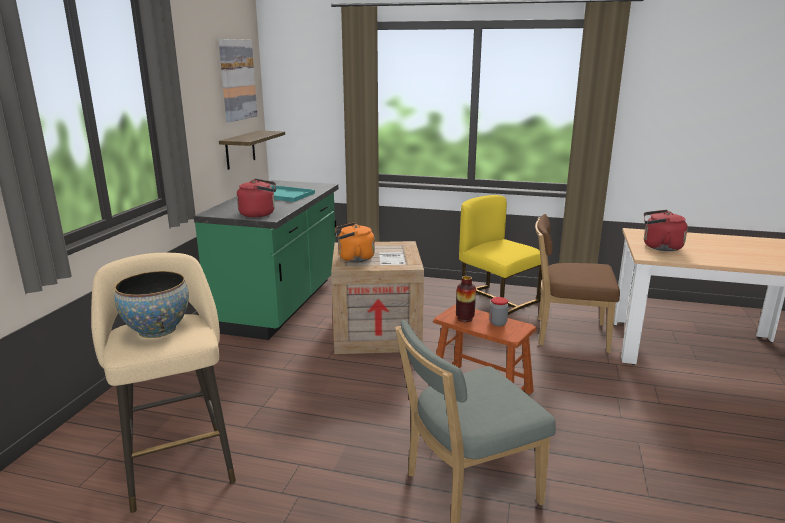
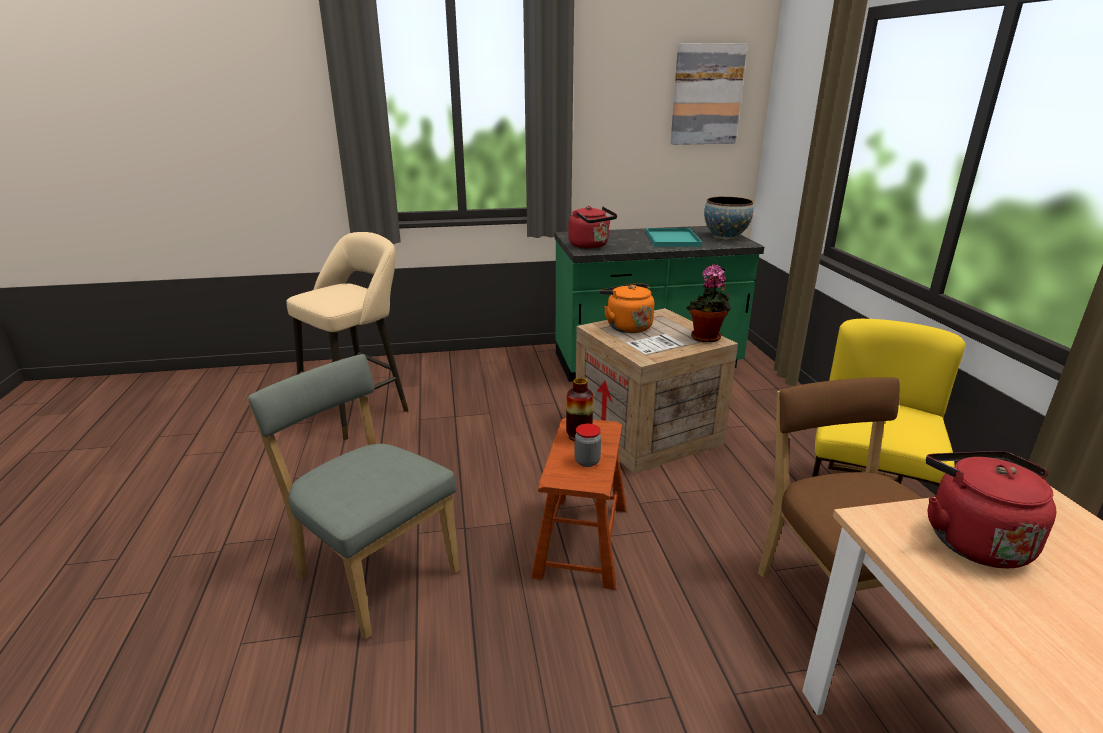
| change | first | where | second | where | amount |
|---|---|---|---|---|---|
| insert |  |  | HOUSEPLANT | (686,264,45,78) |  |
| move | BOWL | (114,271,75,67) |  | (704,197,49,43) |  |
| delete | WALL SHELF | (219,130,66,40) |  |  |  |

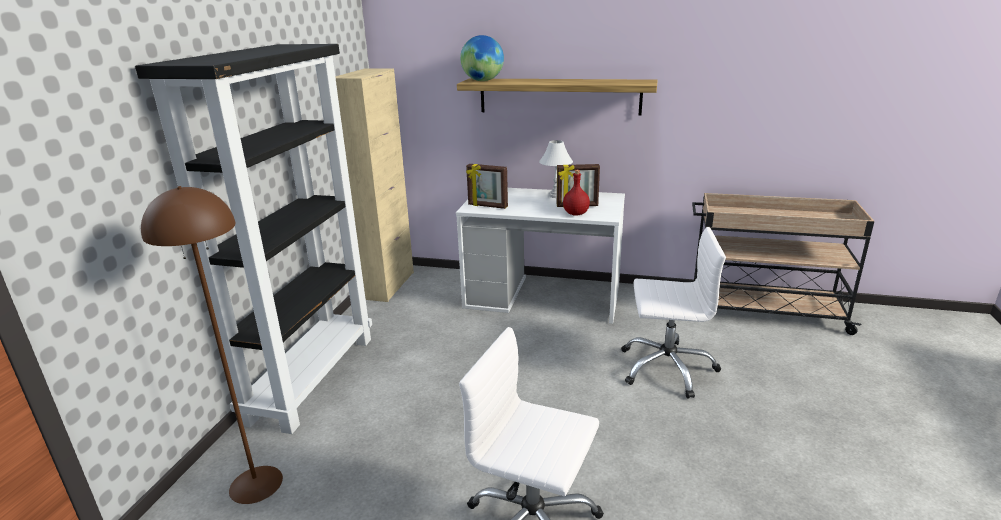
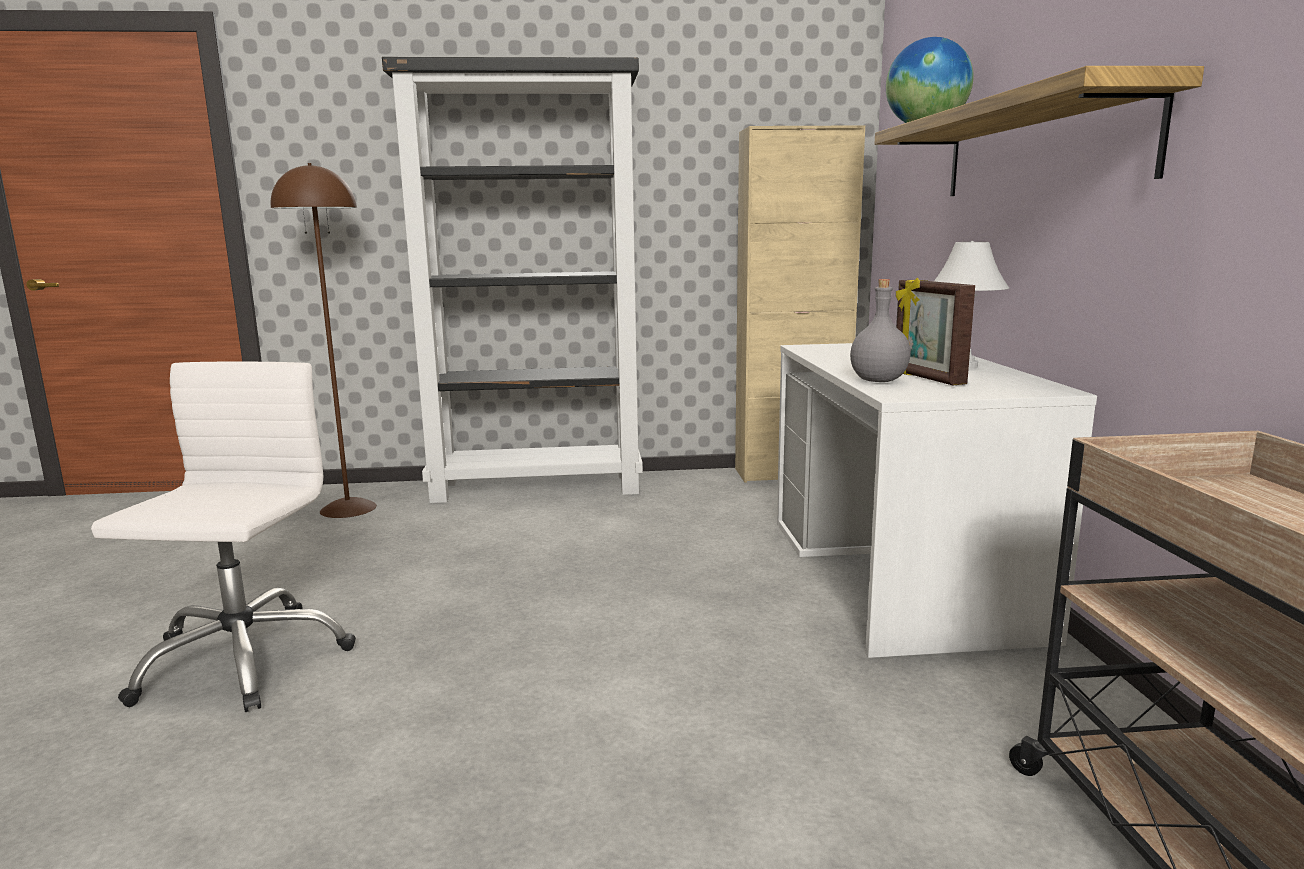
| change | first | where | second | where | amount |
|---|---|---|---|---|---|
| recolor | RED DRINK BOTTLE | (563,170,27,46) | GREYISH DRINK BOTTLE | (850,279,61,103) |  |
| delete | PICTURE FRAME | (466,164,42,45) |  |  |  |
| delete | WHITISH DESK CHAIR | (621,227,105,172) |  |  |  |

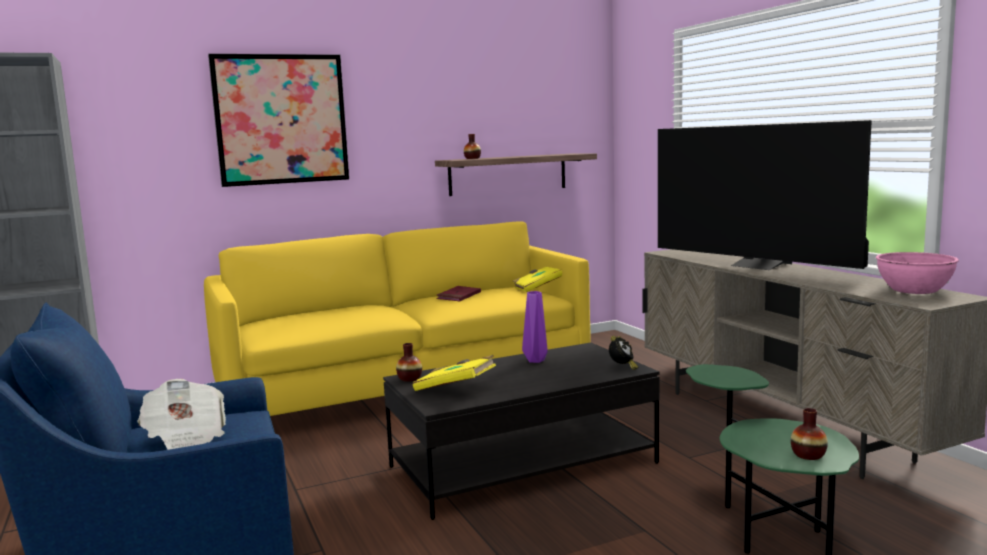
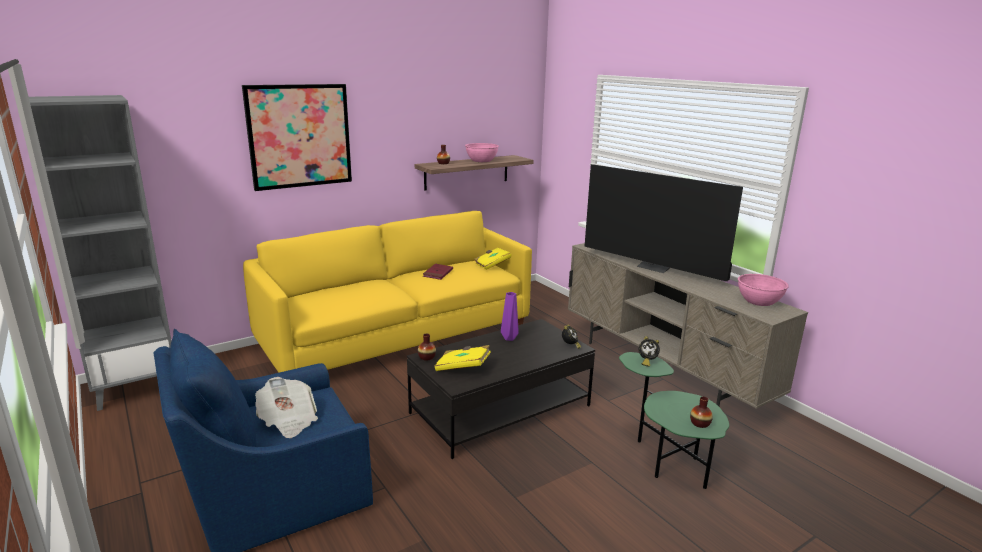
| change | first | where | second | where | amount |
|---|---|---|---|---|---|
| insert |  |  | PINK BOWL | (465,143,34,19) |  |
| insert |  |  | BEDSIDE CLOCK | (639,336,21,31) |  |

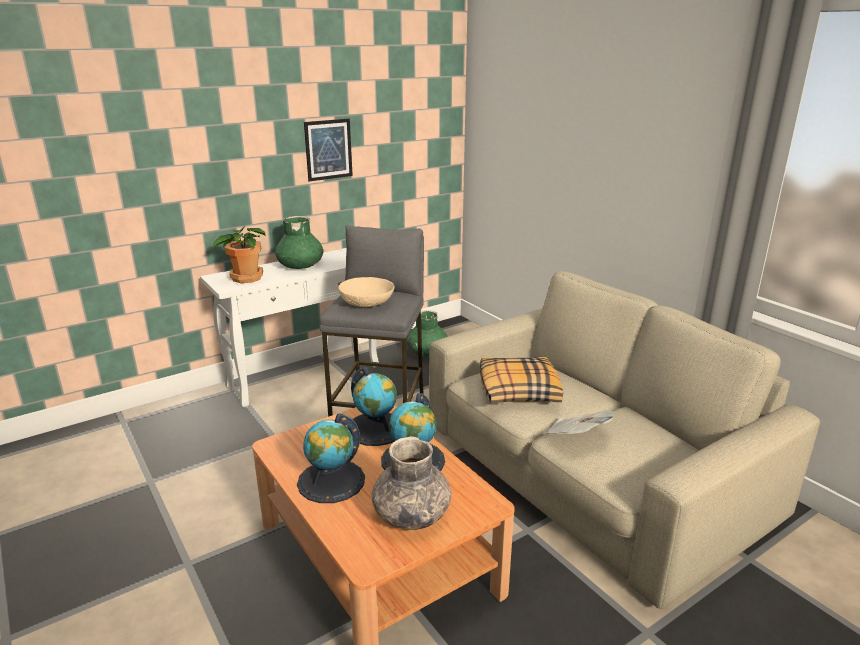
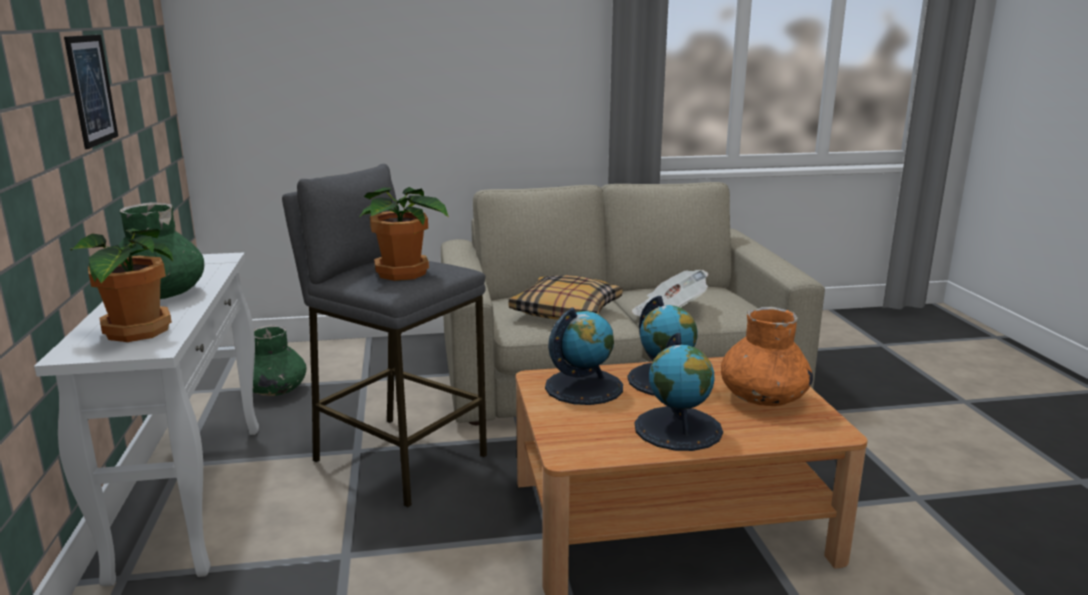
| change | first | where | second | where | amount |
|---|---|---|---|---|---|
| replace | SAND-COLOURED BOWL | (338,277,57,30) | HOUSEPLANT | (359,187,90,94) |  |
| recolor | GREYISH VASE | (371,436,80,94) | ORANGE-COLOURED VASE | (721,307,92,99) |  |

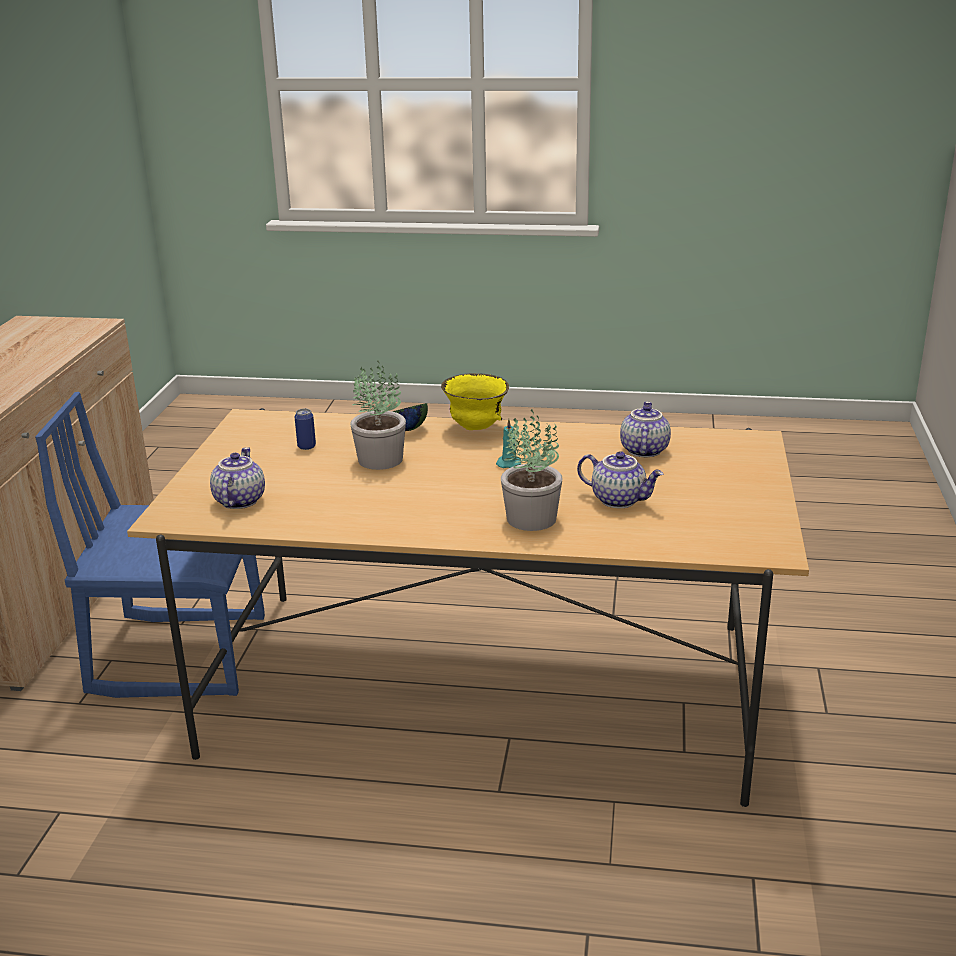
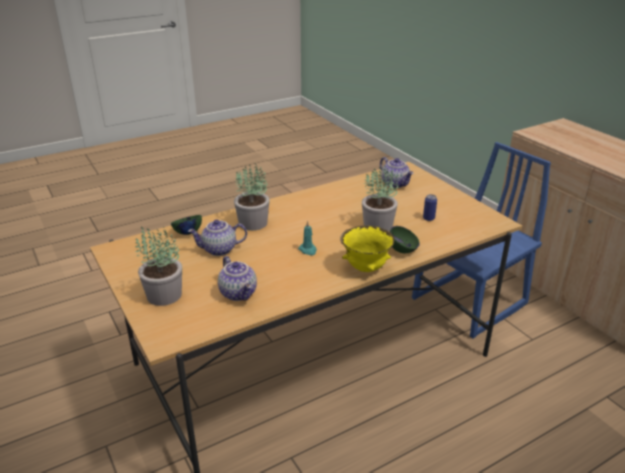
| change | first | where | second | where | amount |
|---|---|---|---|---|---|
| insert |  |  | HOUSEPLANT | (135,227,47,79) |  |
| insert |  |  | GREEN BOWL | (171,215,31,20) |  |

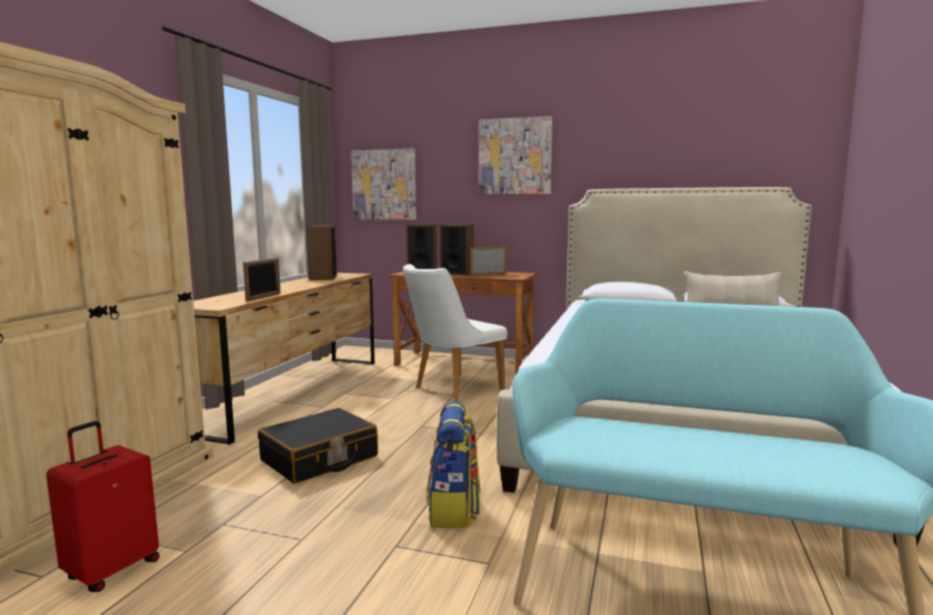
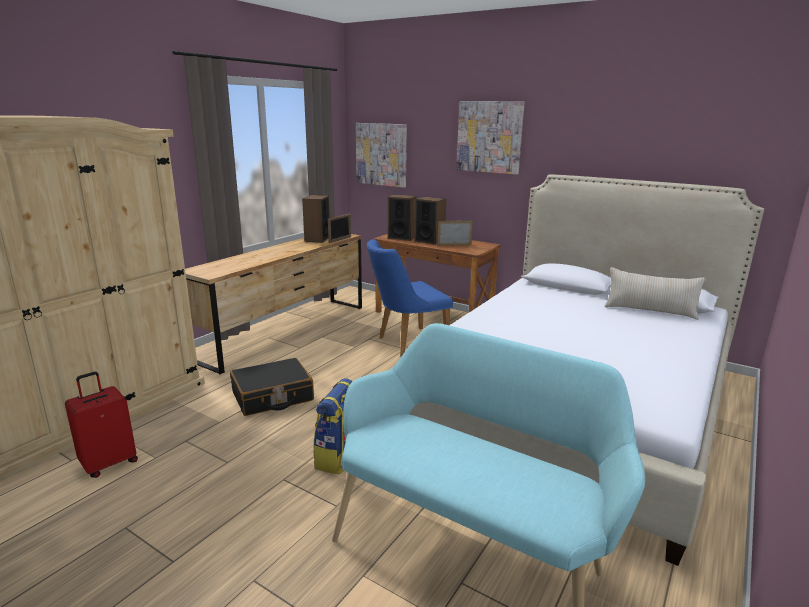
| change | first | where | second | where | amount |
|---|---|---|---|---|---|
| move | PICTURE FRAME | (243,258,38,44) |  | (328,213,23,30) |  |
| recolor | WHITISH UPRIGHT CHAIR | (403,264,104,138) | BLUE UPRIGHT CHAIR | (367,239,86,117) |  |

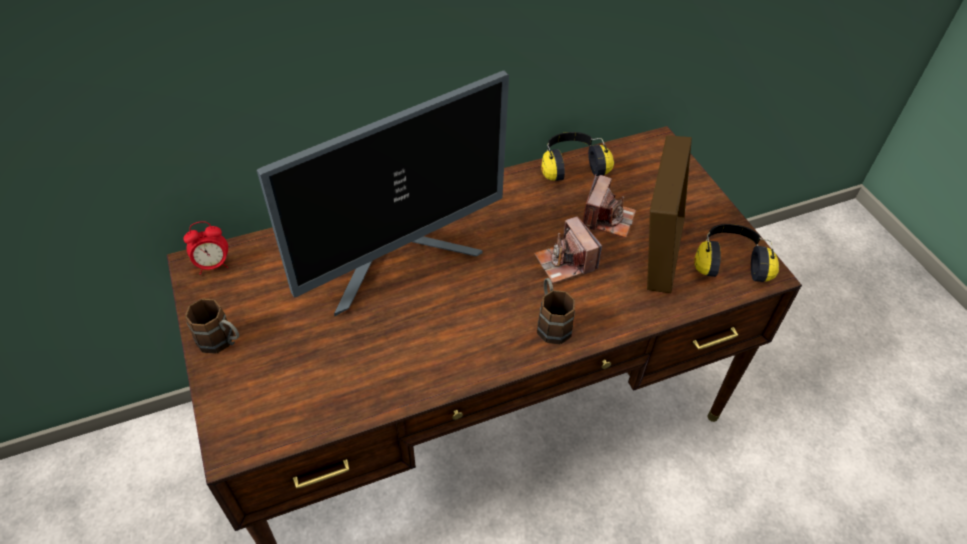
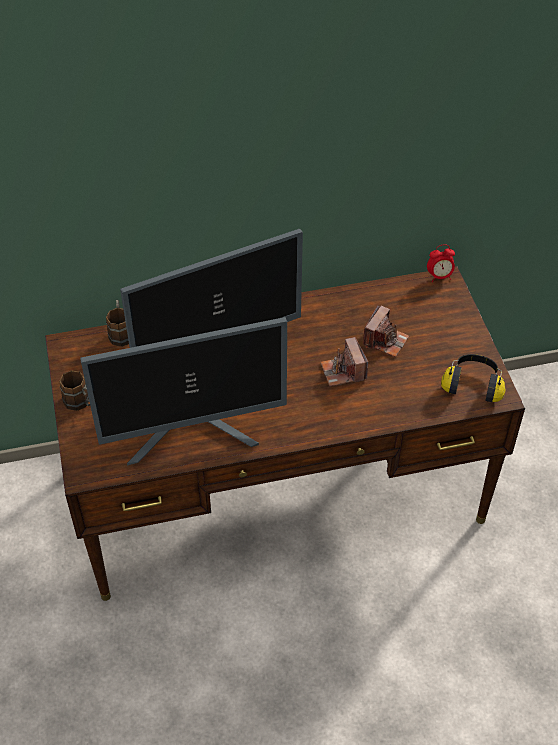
| change | first | where | second | where | amount |
|---|---|---|---|---|---|
| insert |  |  | COMPUTER SCREEN | (80,317,207,149) |  |
| move | BROWN COFFEE MUG | (537,278,38,66) |  | (106,300,23,47) |  |
| move | BEDSIDE CLOCK | (183,221,45,54) |  | (427,244,28,38) |  |
| delete | HEADPHONES | (541,132,73,49) |  |  |  |
| delete | PICTURE FRAME | (647,135,45,158) |  |  |  |

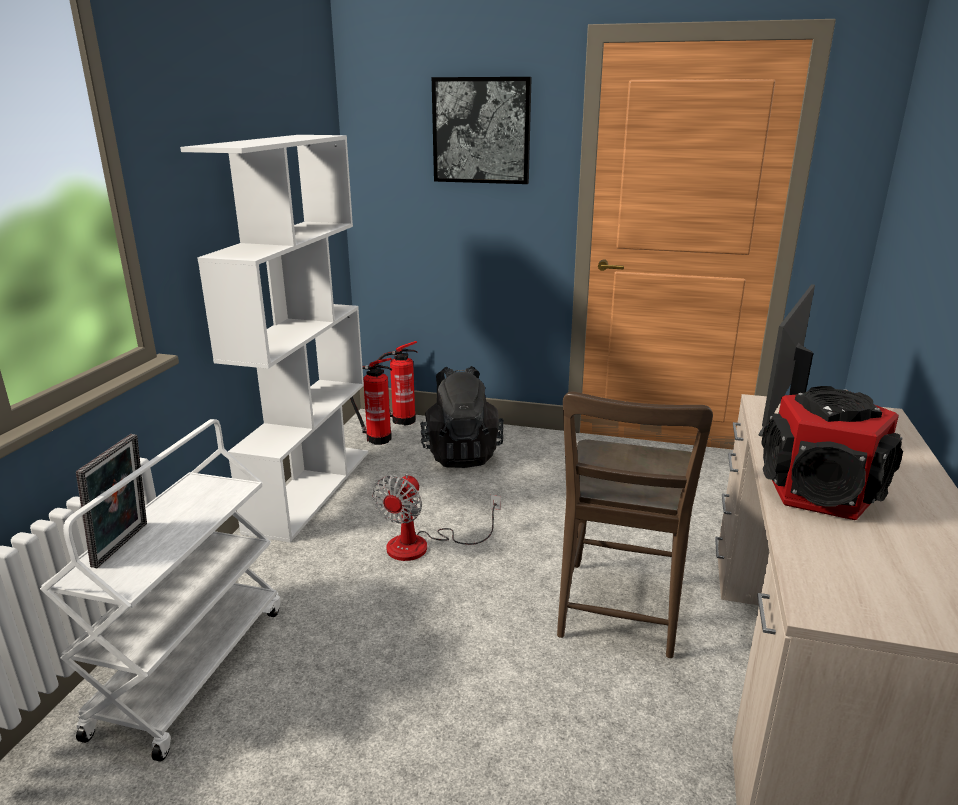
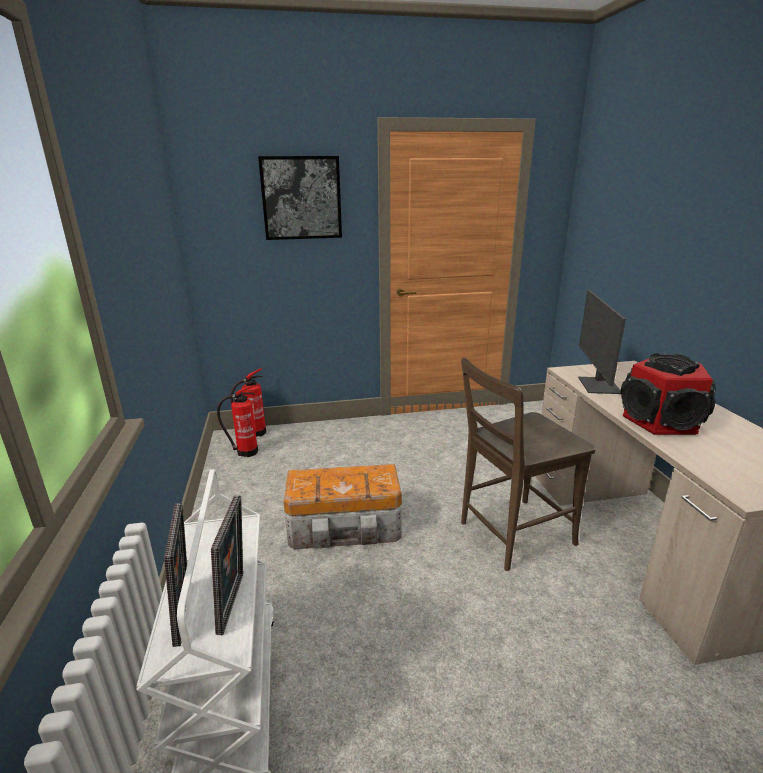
| change | first | where | second | where | amount |
|---|---|---|---|---|---|
| insert |  |  | PICTURE FRAME | (211,495,32,140) |  |
| replace | ELECTRIC FAN | (372,474,129,87) | STORAGE BIN | (284,464,118,86) |  |
| rotate | BROWN UPRIGHT CHAIR | (557,391,156,267) |  | (461,358,135,213) | 75 degrees clockwise |
| delete | WHITISH SHELVING UNIT | (180,135,188,407) |  |  |  |
| delete | BLACK KNAPSACK | (420,366,84,102) |  |  |  |

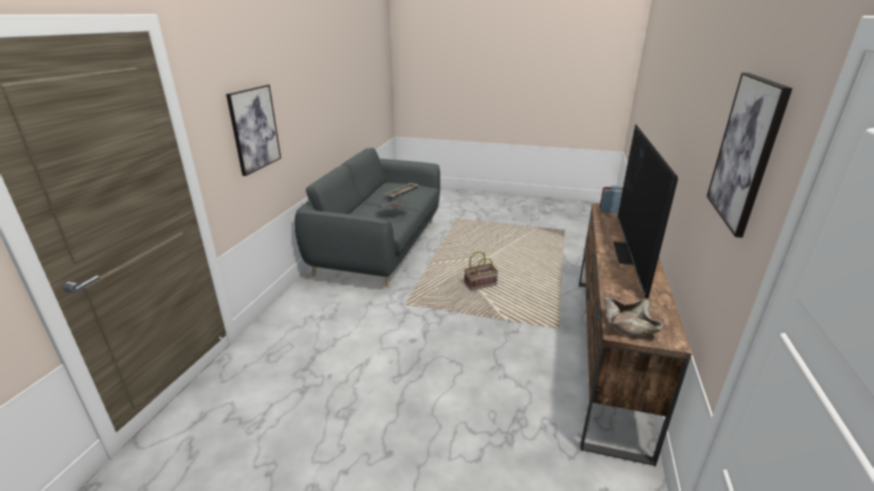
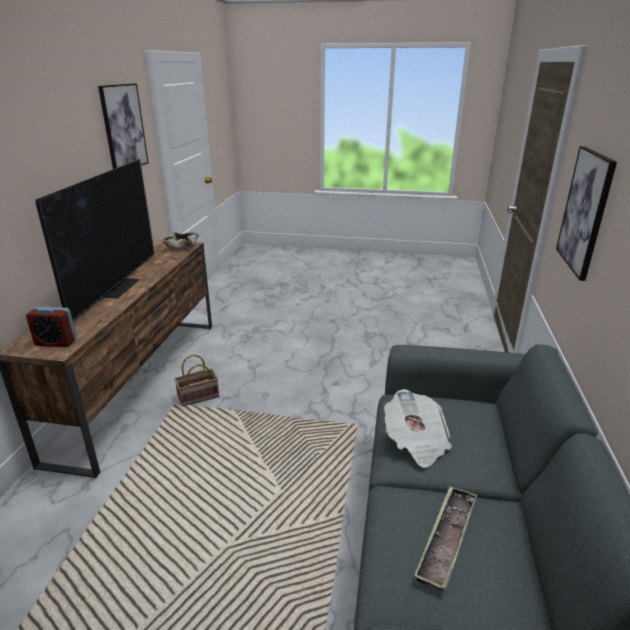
| change | first | where | second | where | amount |
|---|---|---|---|---|---|
| move | HOUSEHOLD BASKET | (464,251,34,40) |  | (174,354,45,53) |  |

